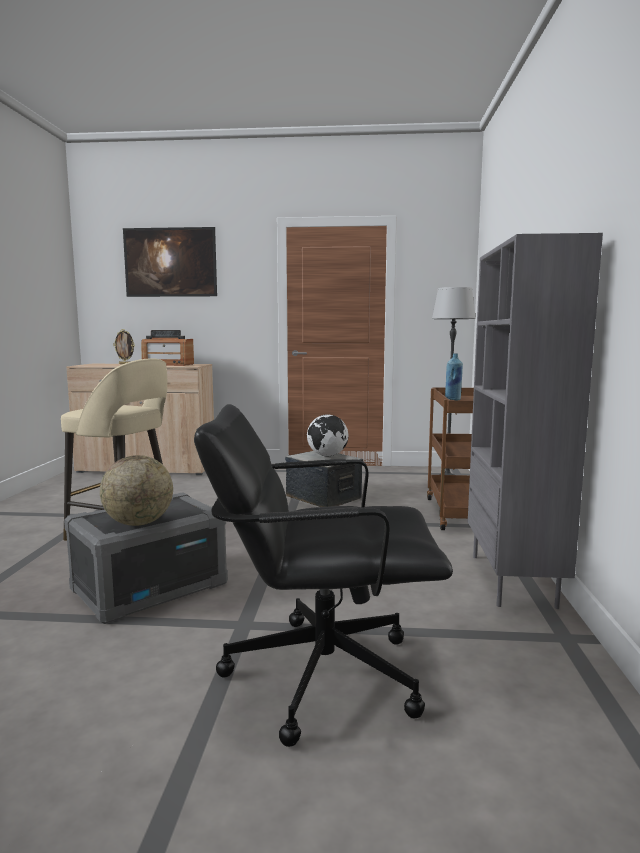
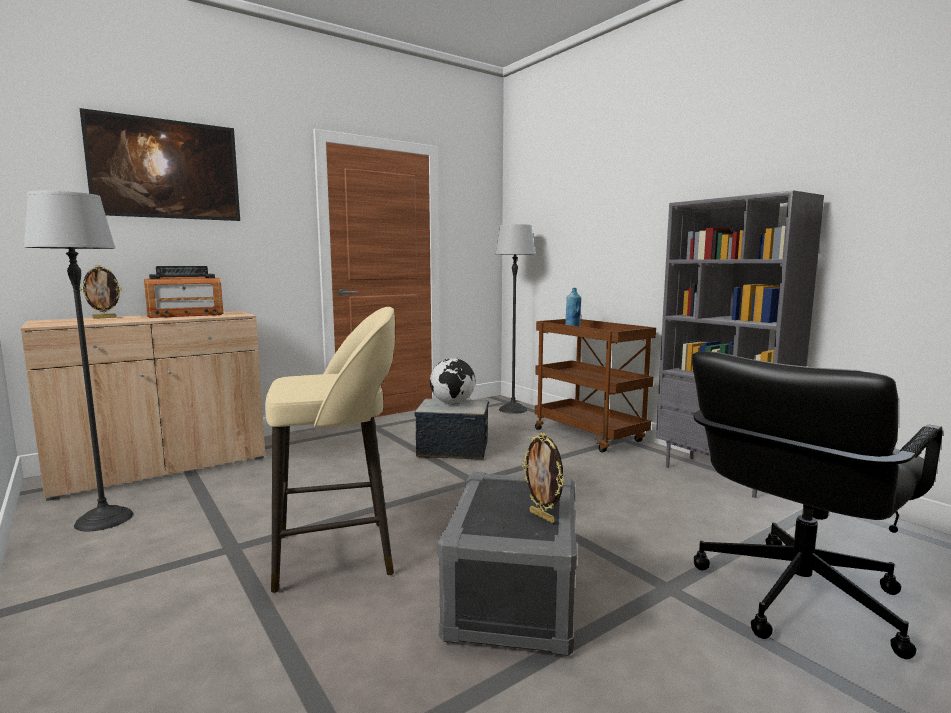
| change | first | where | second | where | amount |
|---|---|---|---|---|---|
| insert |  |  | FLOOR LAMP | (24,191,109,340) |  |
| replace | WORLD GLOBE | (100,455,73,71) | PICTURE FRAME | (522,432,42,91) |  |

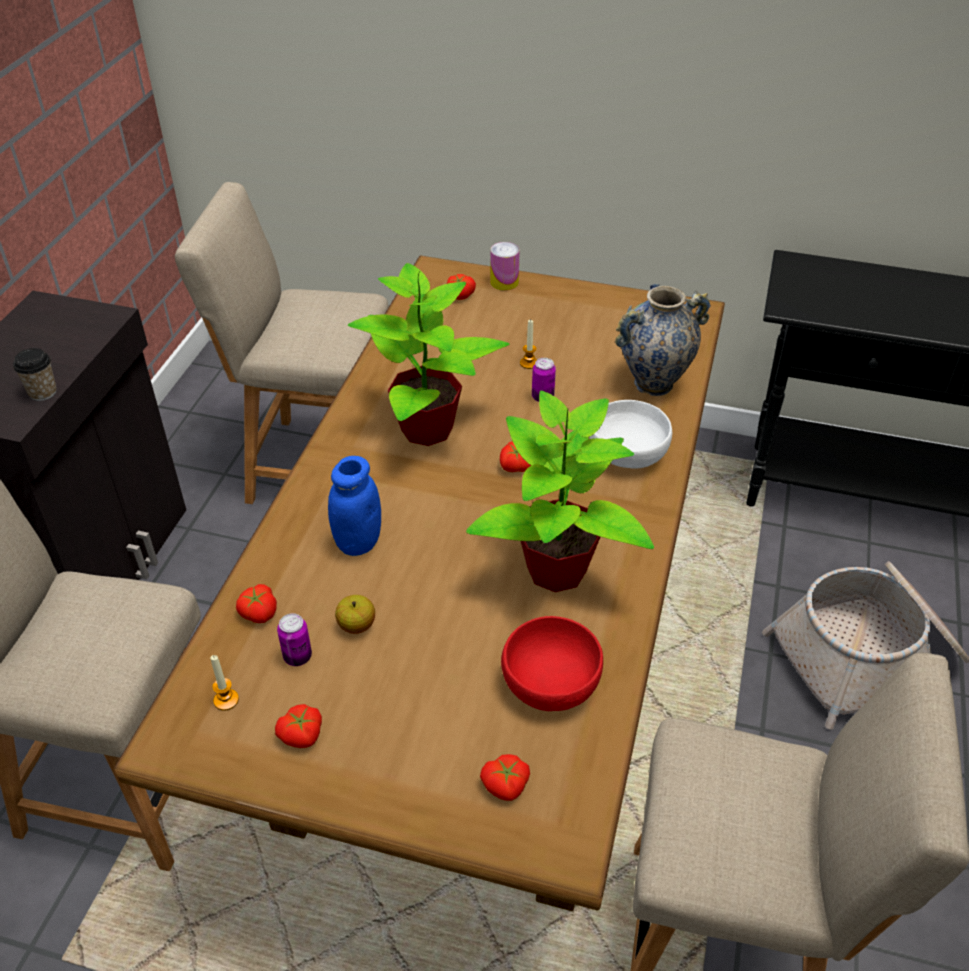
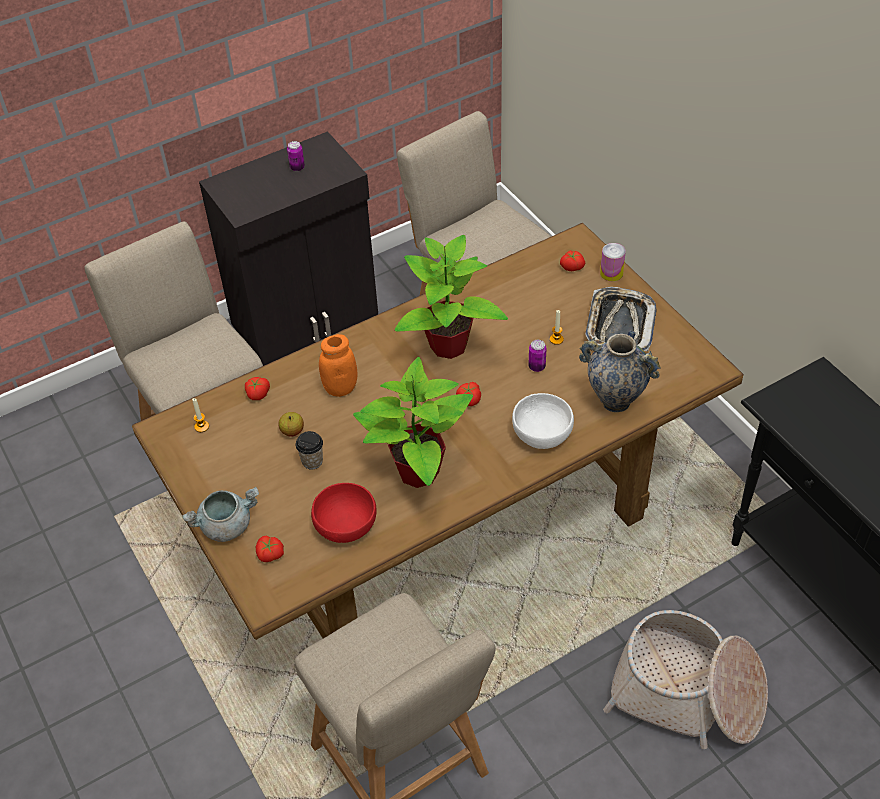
| change | first | where | second | where | amount |
|---|---|---|---|---|---|
| insert |  |  | GREYISH COOKING POT | (182,487,77,55) |  |
| move | METAL CAN | (277,613,35,53) |  | (287,141,18,30) |  |
| move | CUP | (13,348,44,53) |  | (296,431,27,39) |  |
| recolor | BLUE STORAGE JAR | (328,456,53,100) | ORANGE-COLOURED STORAGE JAR | (319,334,39,63) |  |
| insert |  |  | TRAY | (585,287,72,64) |  |
| delete | WHOLE TOMATO | (275,704,47,44) |  |  |  |

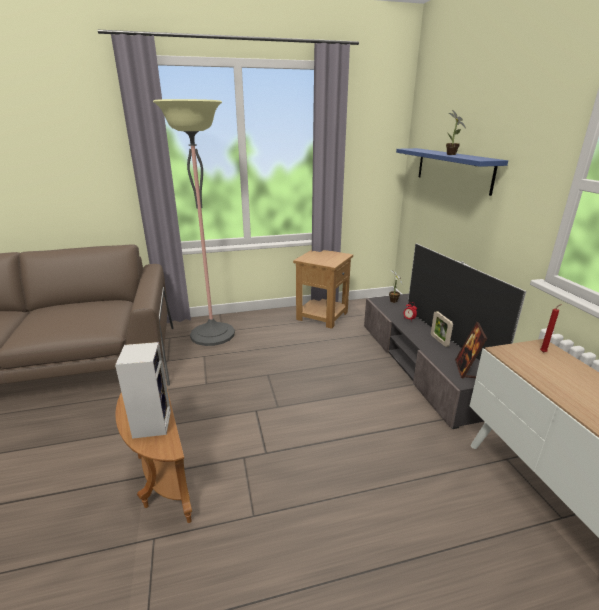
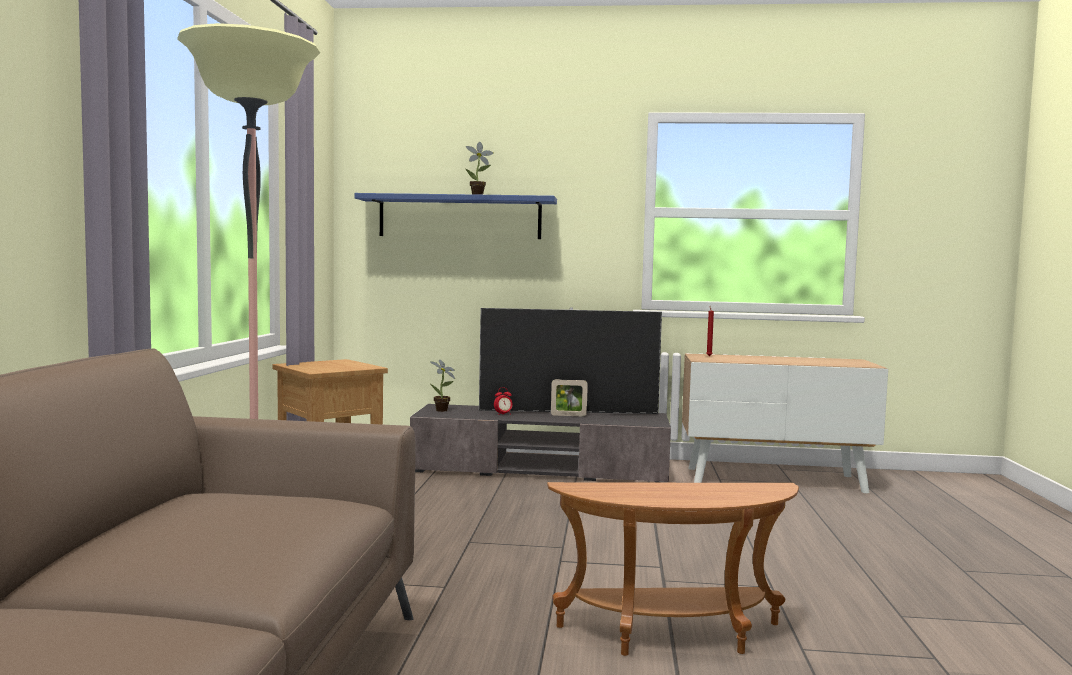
| change | first | where | second | where | amount |
|---|---|---|---|---|---|
| delete | LOUDSPEAKER | (115,342,56,97) |  |  |  |
| delete | PICTURE FRAME | (455,322,32,57) |  |  |  |

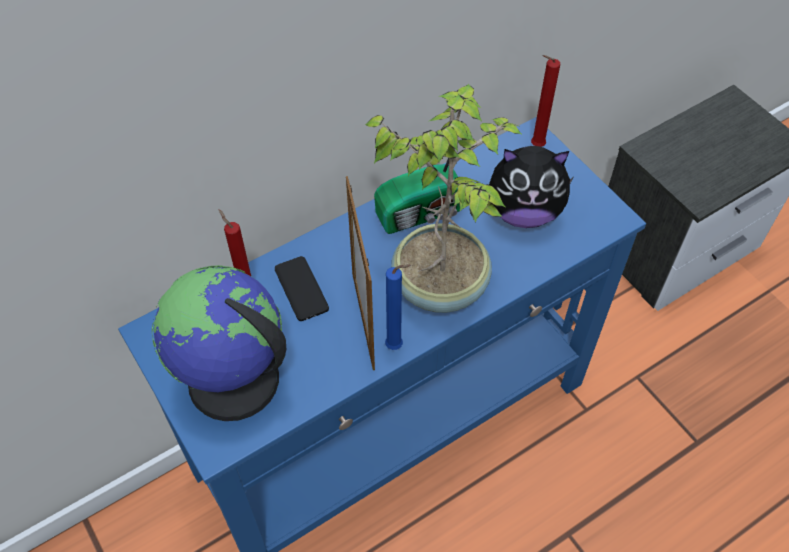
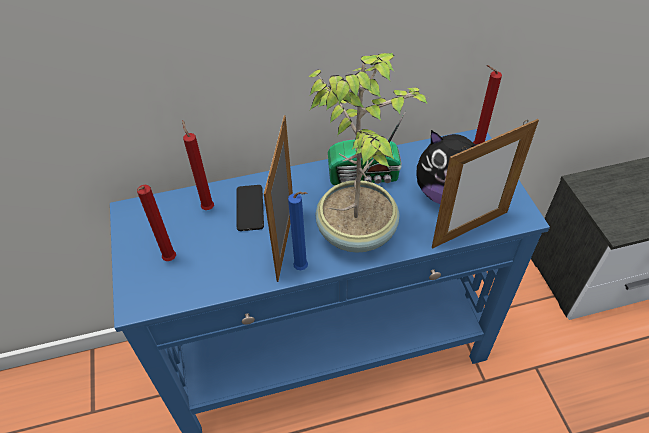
| change | first | where | second | where | amount |
|---|---|---|---|---|---|
| replace | WORLD GLOBE | (152,265,134,156) | RED WAX LIGHT | (137,185,39,76) |  |
| insert |  |  | PICTURE FRAME | (432,119,107,130) |  |

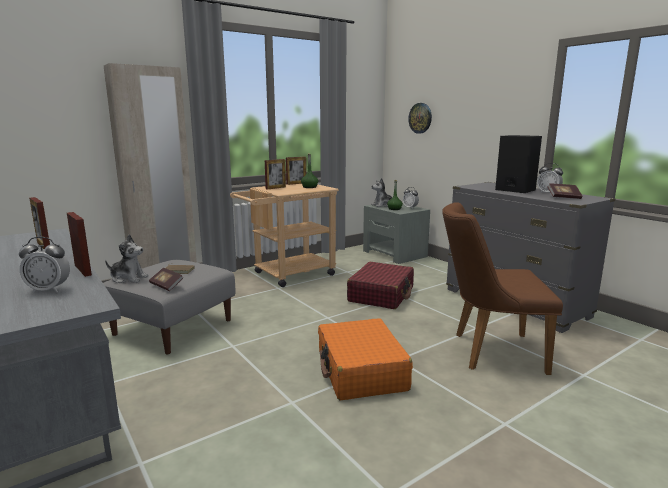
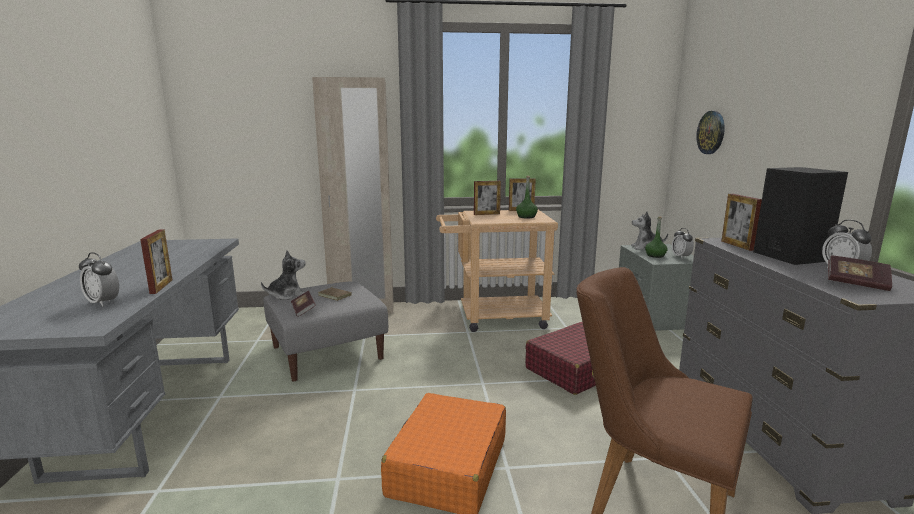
| change | first | where | second | where | amount |
|---|---|---|---|---|---|
| rotate | SOFT TOY | (105,235,44,48) |  | (261,250,45,50) | 75 degrees counterclockwise |
| move | PICTURE FRAME | (29,197,21,52) |  | (721,194,41,57) |  |

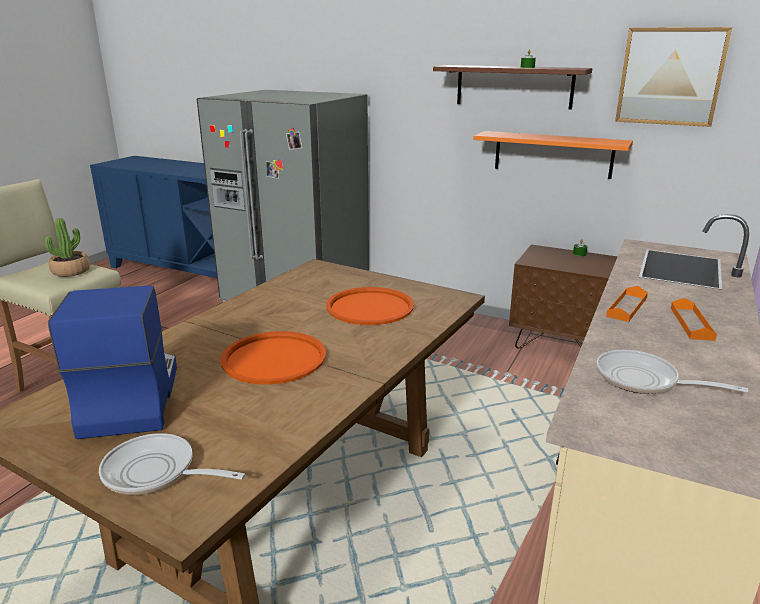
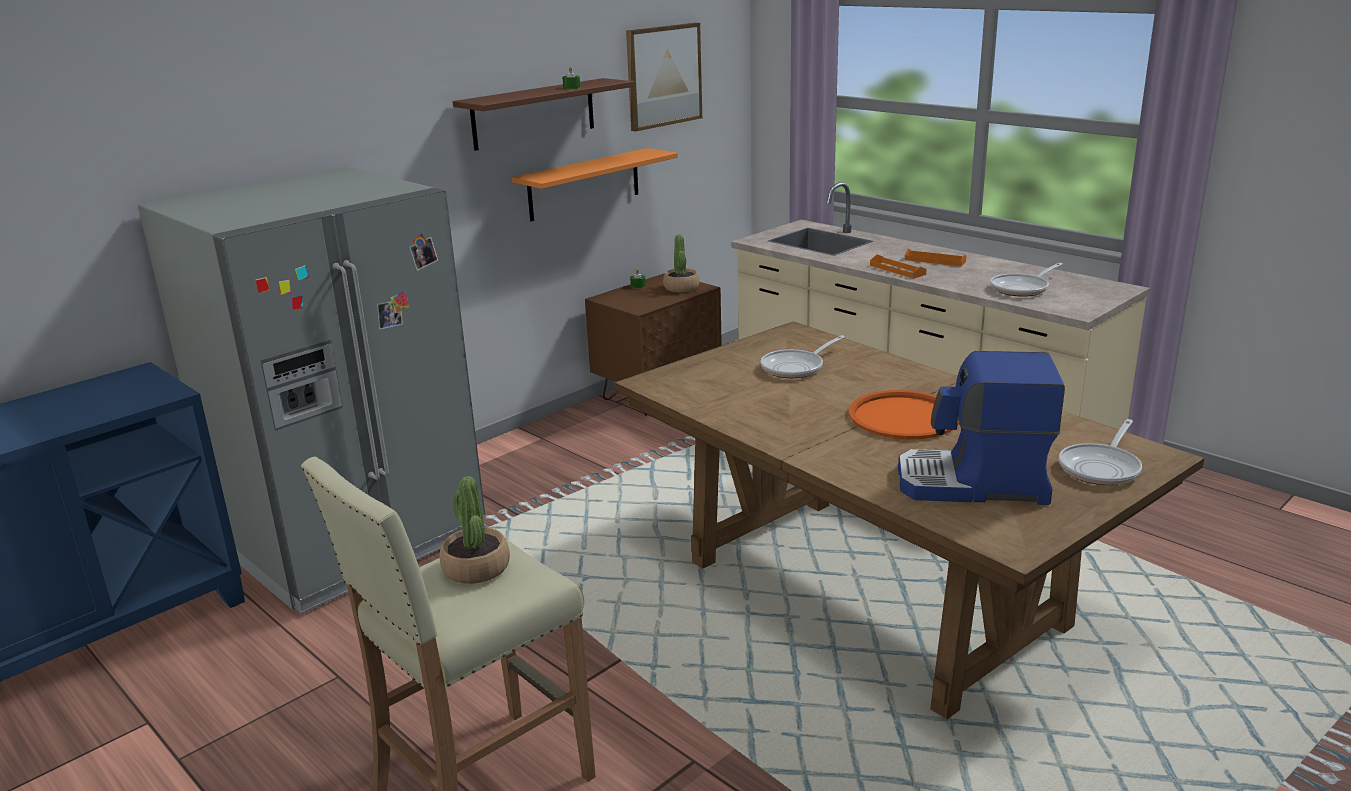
| change | first | where | second | where | amount |
|---|---|---|---|---|---|
| insert |  |  | HOUSEPLANT | (663,234,37,58) |  |
| replace | ORANGE-COLOURED TRAY | (326,287,88,38) | SKILLET | (760,335,85,43) |  |

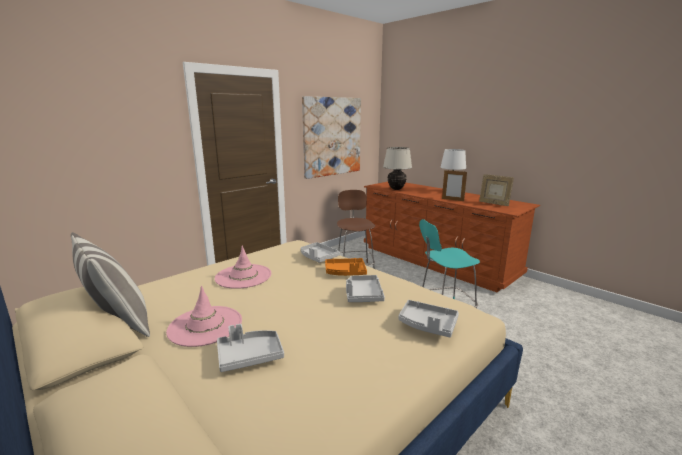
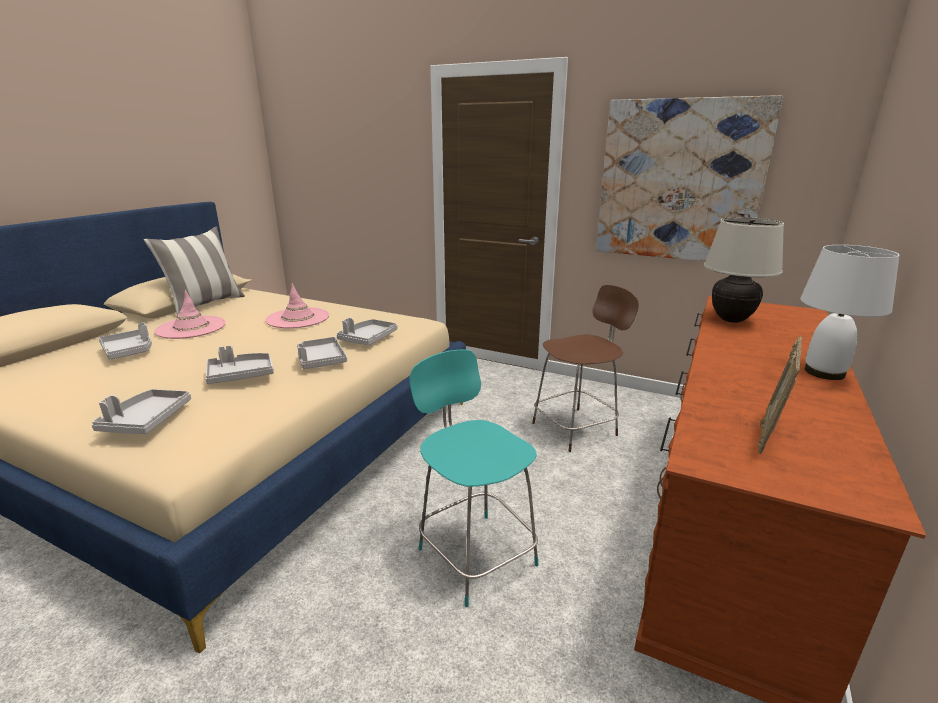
| change | first | where | second | where | amount |
|---|---|---|---|---|---|
| recolor | ORANGE-COLOURED TRAY | (325,258,42,18) | GREYISH TRAY | (297,337,50,32) |  |
| delete | PICTURE FRAME | (442,170,25,31) |  |  |  |

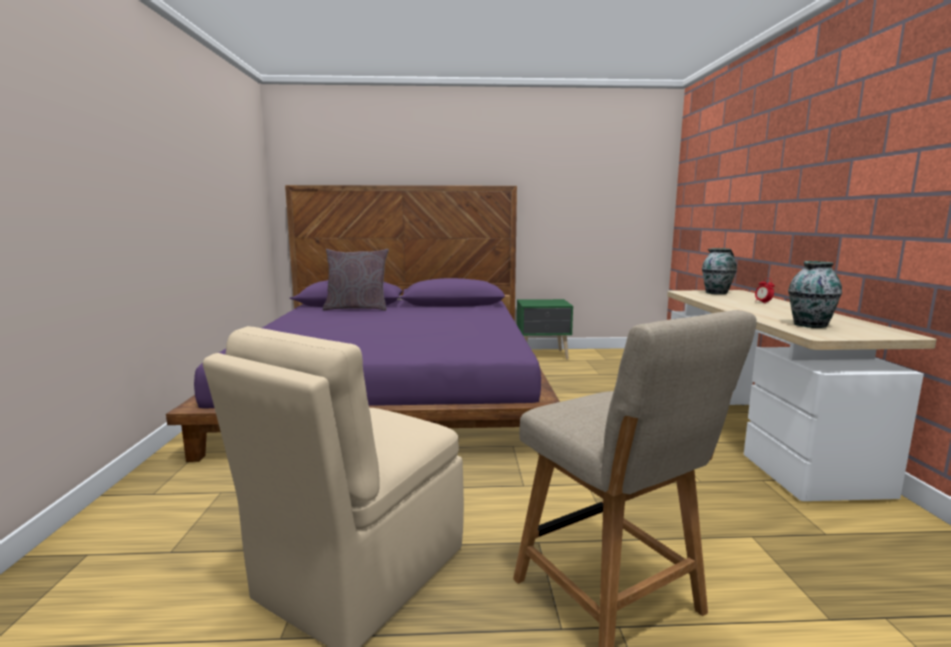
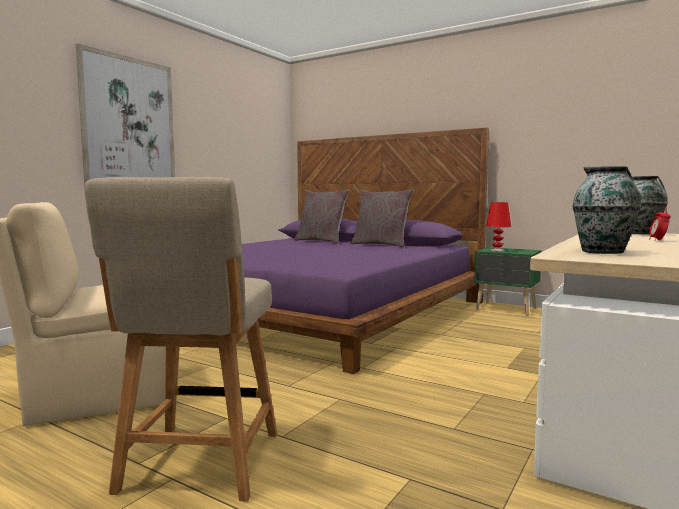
| change | first | where | second | where | amount |
|---|---|---|---|---|---|
| insert |  |  | WALL PICTURE | (76,43,99,145) |  |
| insert |  |  | GREYISH PILLOW | (351,189,63,59) |  |
| insert |  |  | RED TABLE LAMP | (486,202,25,50) |  |

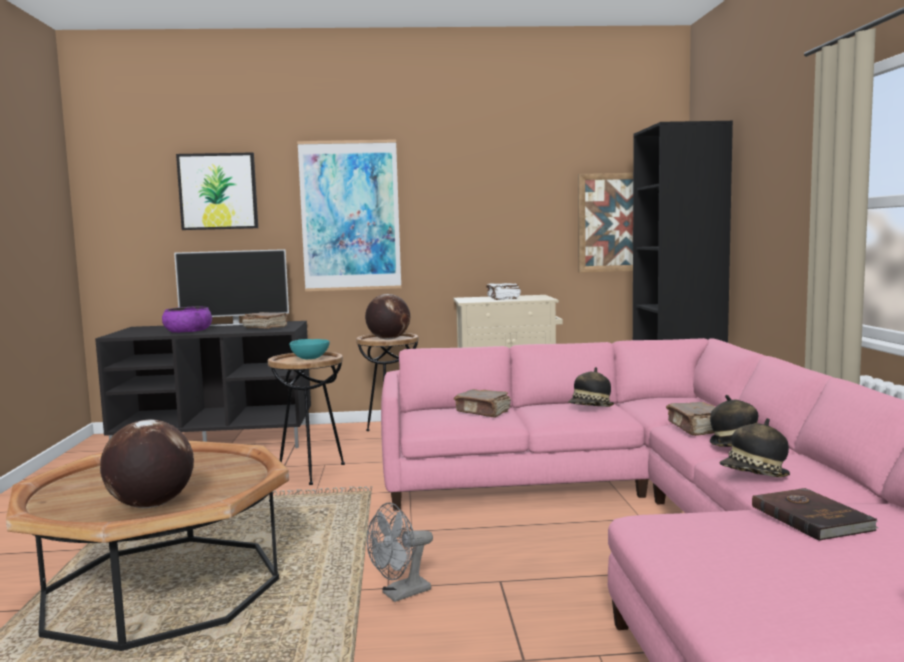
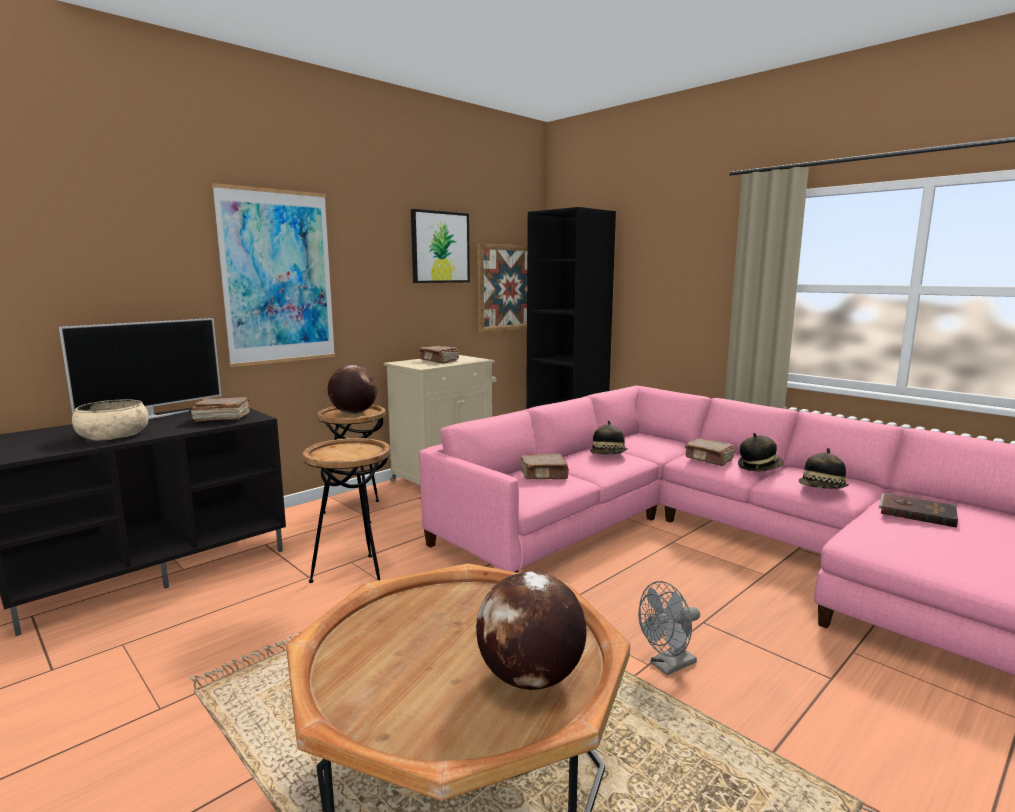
| change | first | where | second | where | amount |
|---|---|---|---|---|---|
| recolor | PURPLISH BOWL | (162,306,50,27) | SAND-COLOURED BOWL | (72,399,77,42) |  |
| move | WALL PICTURE | (176,152,82,78) |  | (411,209,59,74) |  |
| recolor | WHITISH BOUND BOOK | (486,283,35,17) | BROWN BOUND BOOK | (418,346,41,18) |  |
| rotate | GREYISH ELECTRIC FAN | (367,503,66,99) |  | (638,581,62,94) | 45 degrees clockwise |
| delete | TURQUOISE-COLOURED BOWL | (289,339,41,20) |  |  |  |

